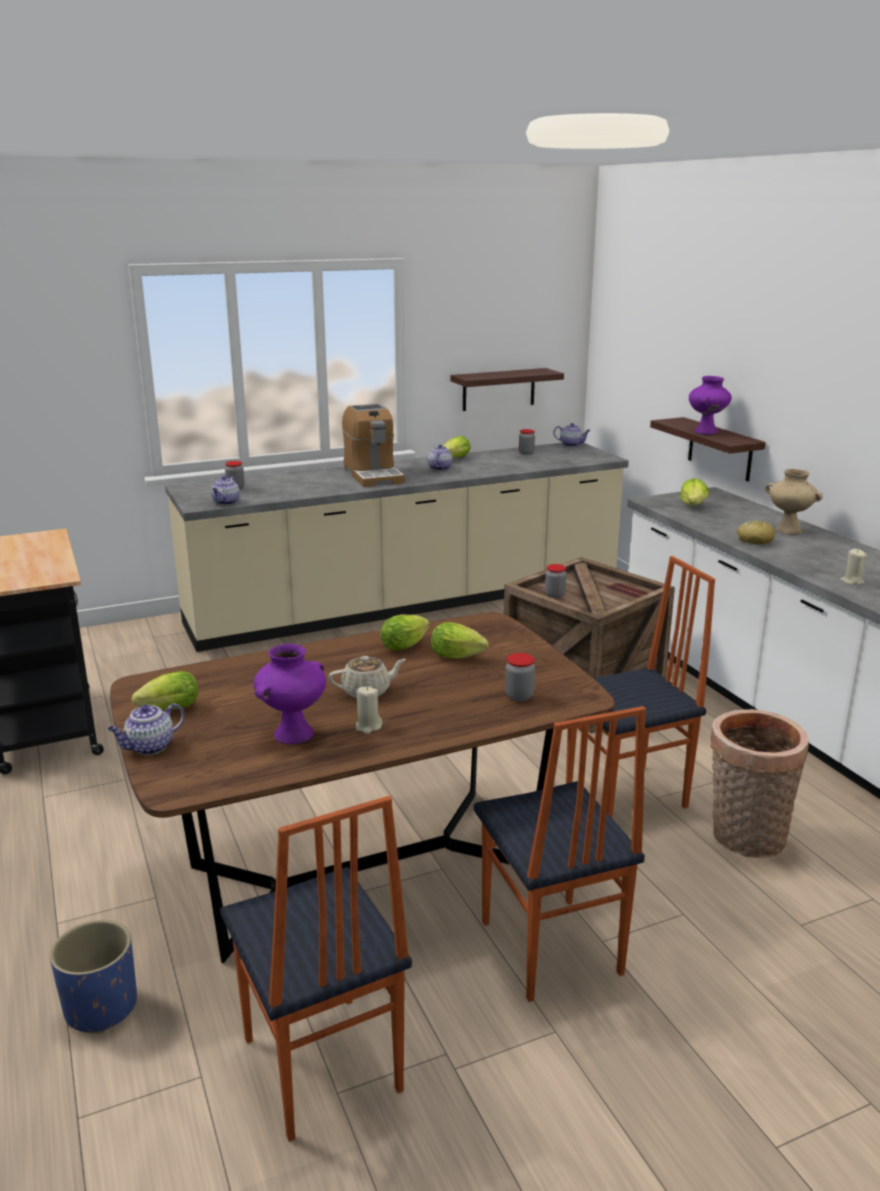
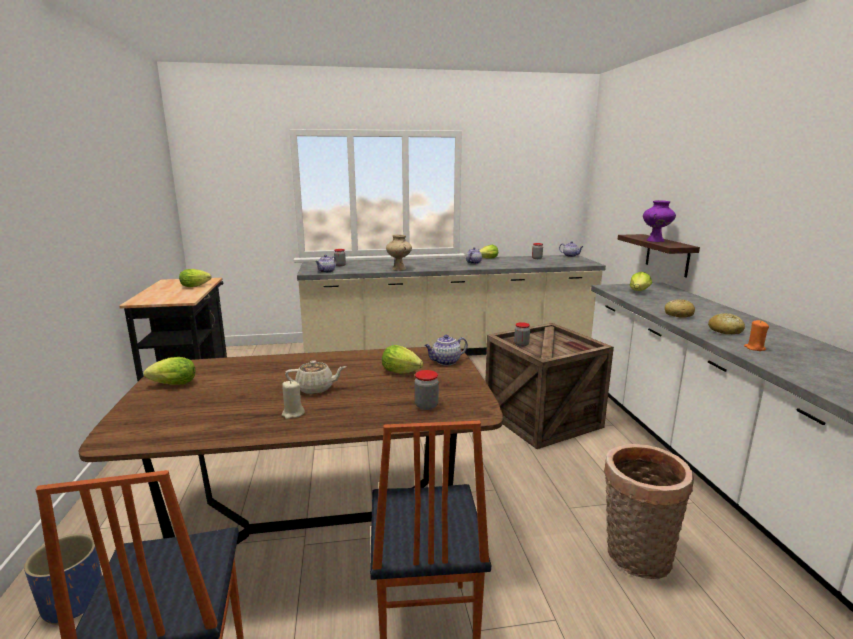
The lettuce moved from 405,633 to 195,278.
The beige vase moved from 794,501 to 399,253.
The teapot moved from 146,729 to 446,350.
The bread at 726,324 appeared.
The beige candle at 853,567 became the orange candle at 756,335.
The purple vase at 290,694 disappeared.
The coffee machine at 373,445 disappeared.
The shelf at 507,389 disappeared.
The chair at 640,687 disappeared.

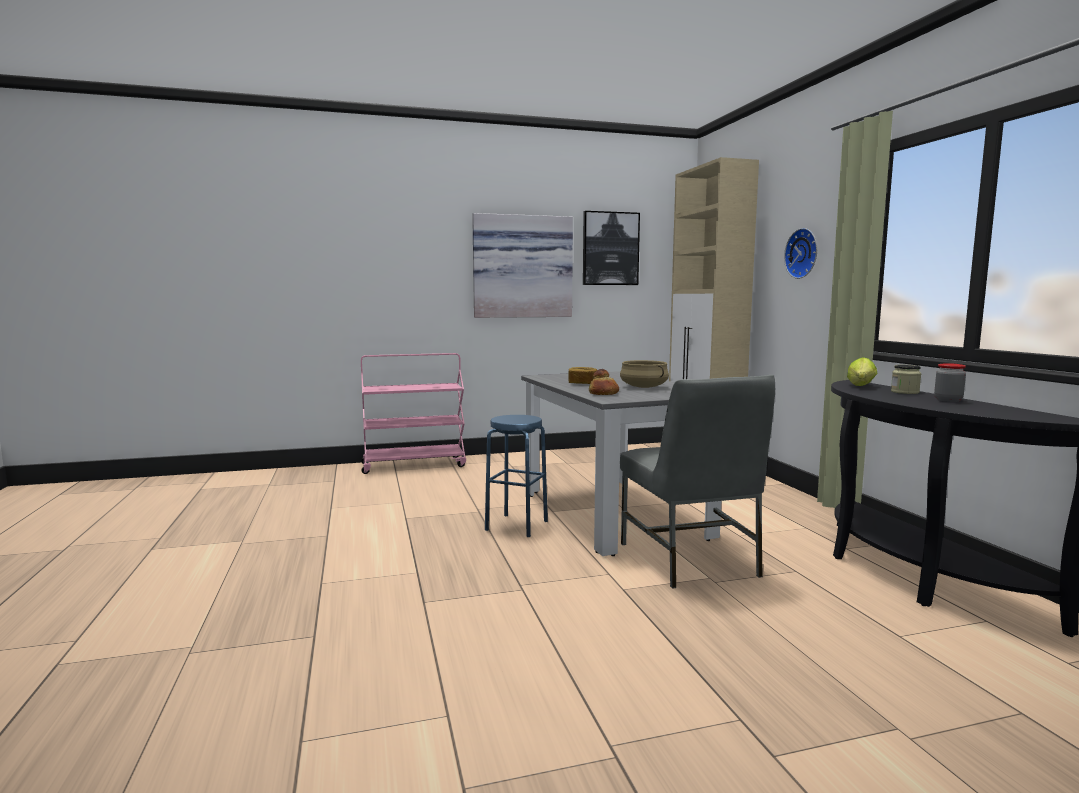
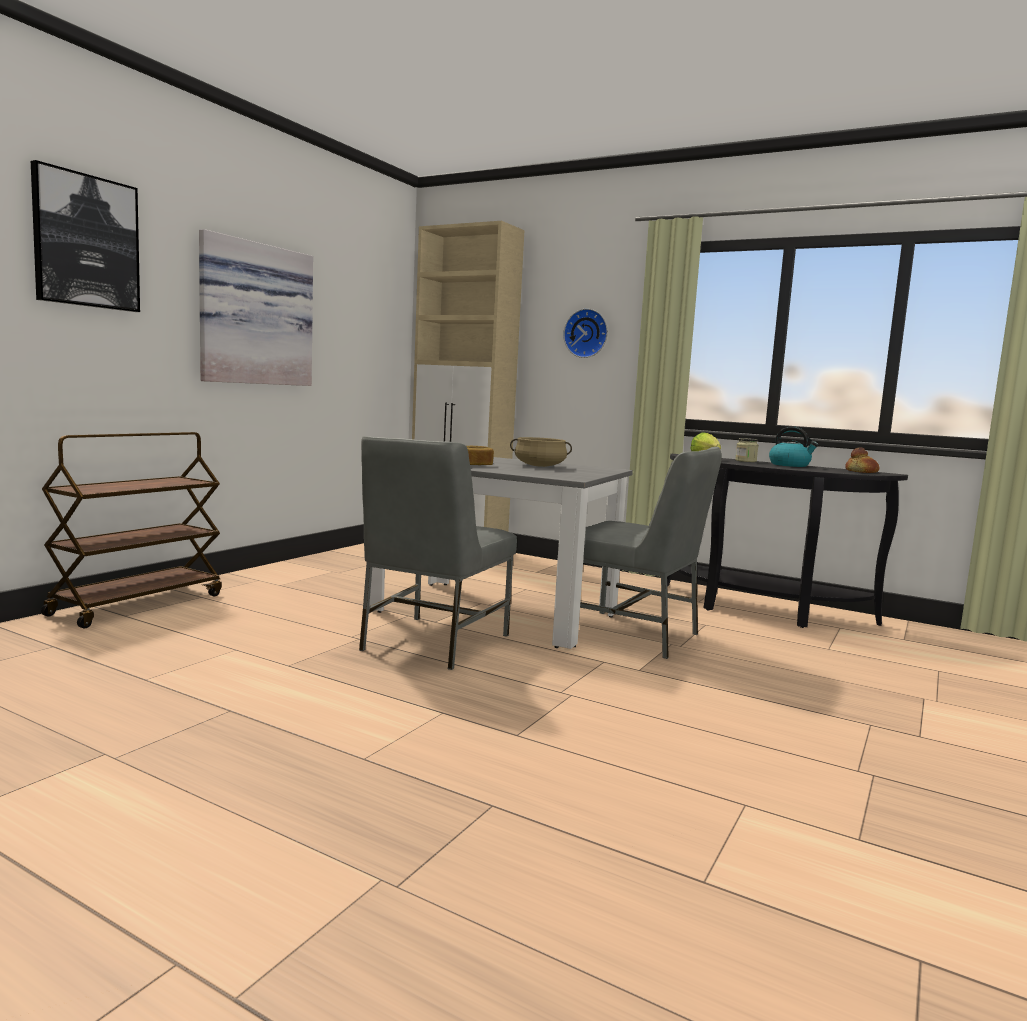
The picture moved from 611,248 to 85,236.
The pink cart at 413,413 became the brown cart at 131,530.
The blue stool at 516,476 was replaced by the grey chair at 438,553.
The jar at 950,382 was replaced by the kettle at 794,447.
The bread moved from 604,382 to 862,460.

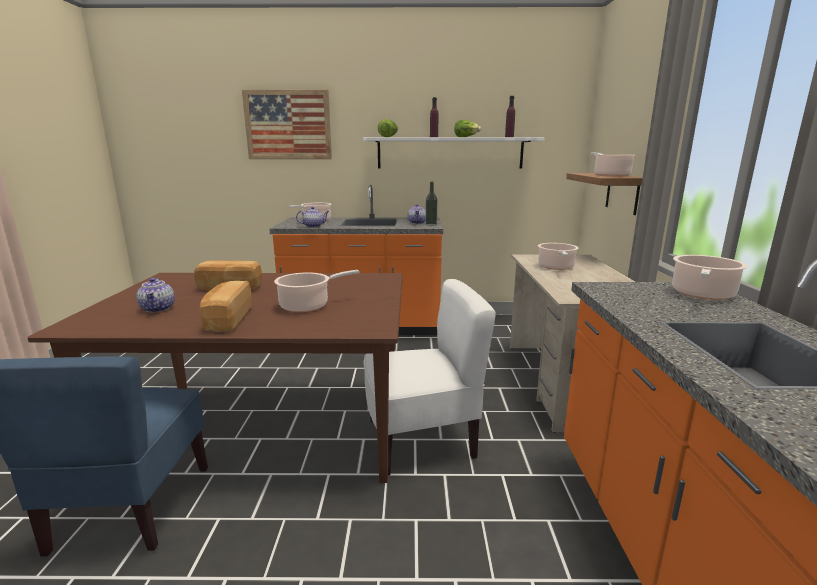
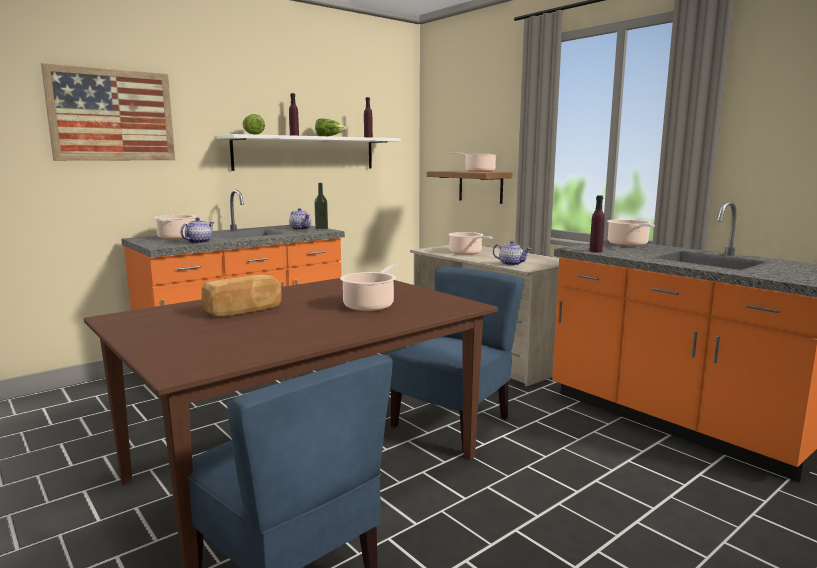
The white chair at 430,377 became the blue chair at 456,359.
The teapot moved from 155,295 to 512,253.
The purple bottle at 597,224 appeared.
The bread at 226,306 disappeared.

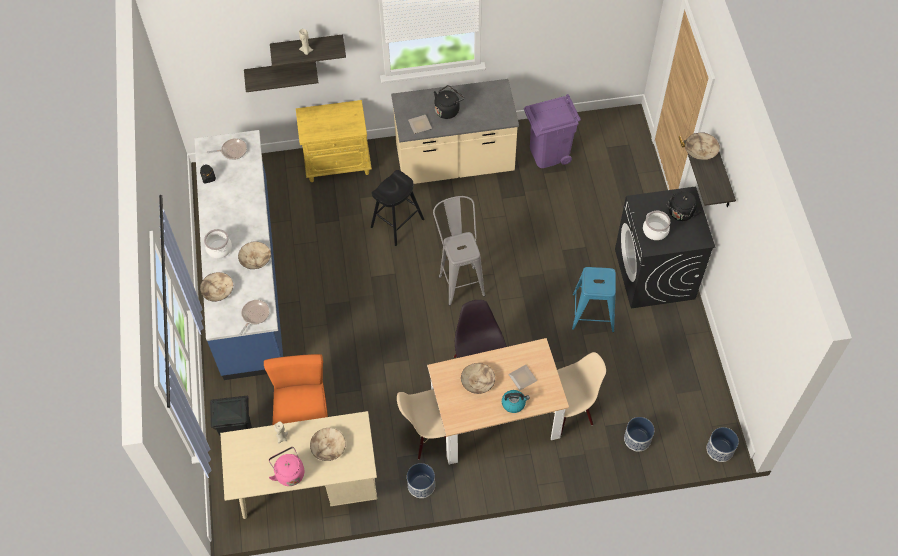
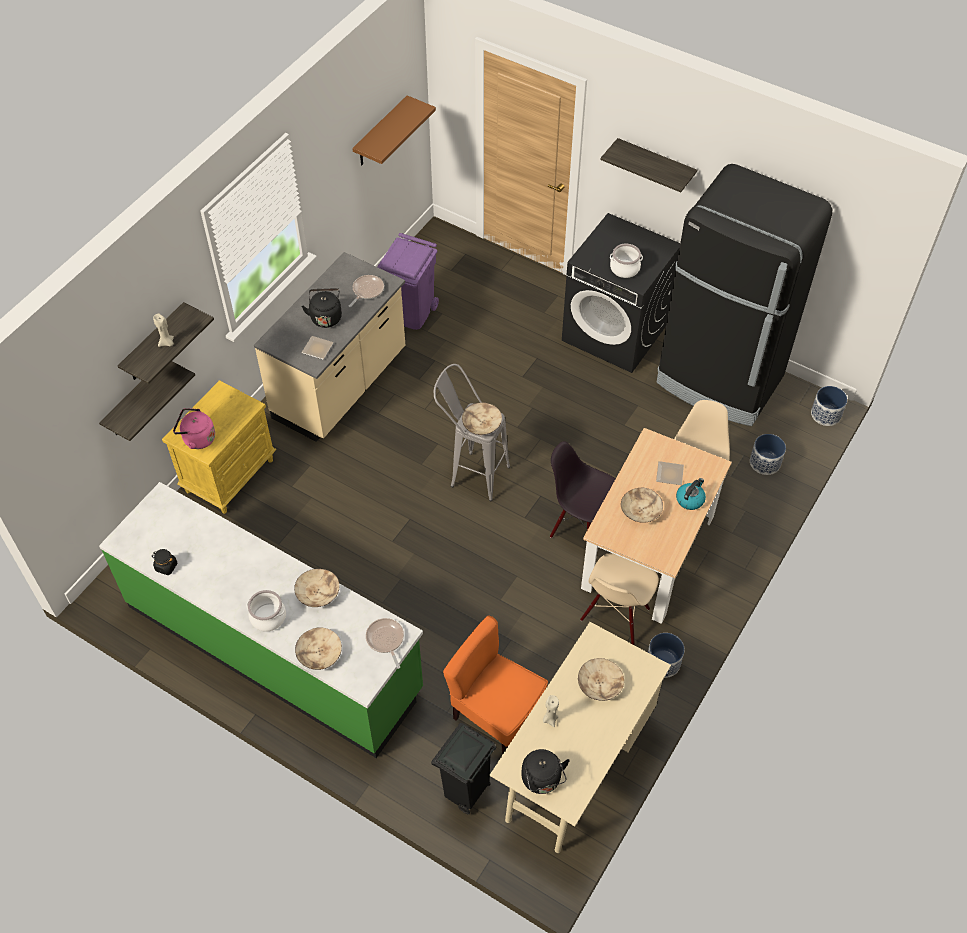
The blue counter at 239,255 became the green counter at 261,620.
The pink kettle moved from 287,466 to 194,428.
The frying pan moved from 227,149 to 366,291.
The brown shelf at 394,130 appeared.
The beige bowl moved from 702,146 to 482,419.
The black kettle moved from 684,206 to 545,771.
The black fridge at 744,295 appeared.
The black stool at 397,208 disappeared.
The blue stool at 594,299 disappeared.

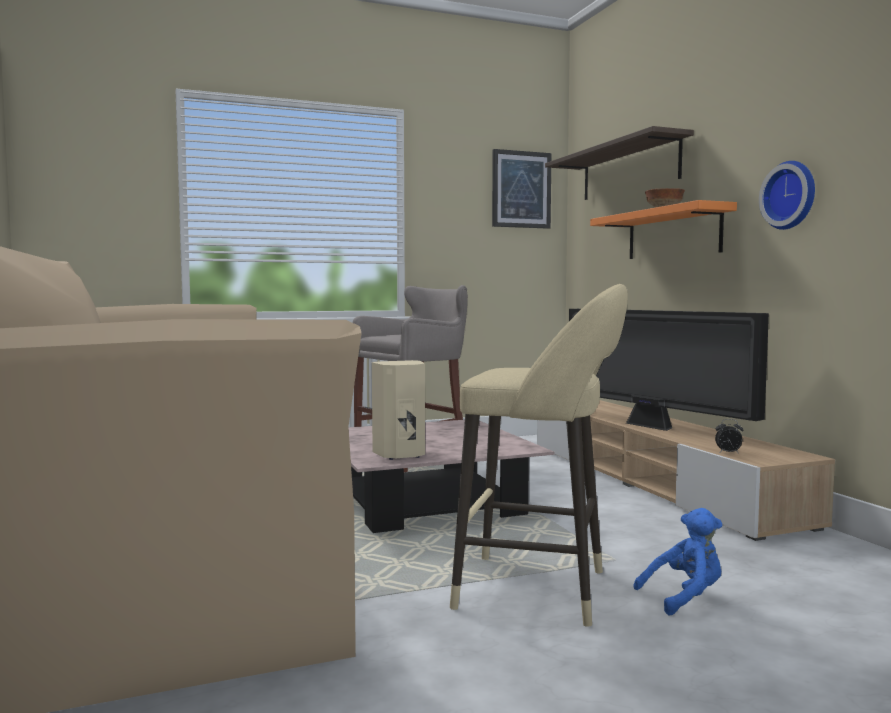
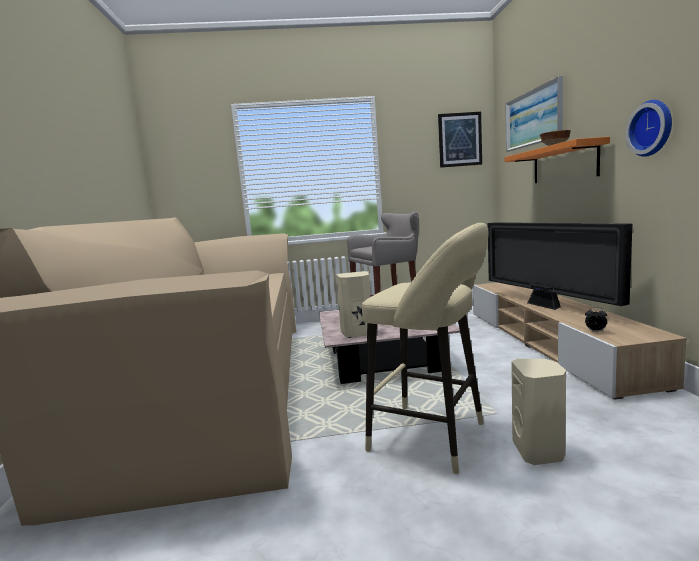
The shelf at 619,163 was replaced by the picture at 534,114.
The blue plush toy at 678,562 was replaced by the beige speaker at 538,412.

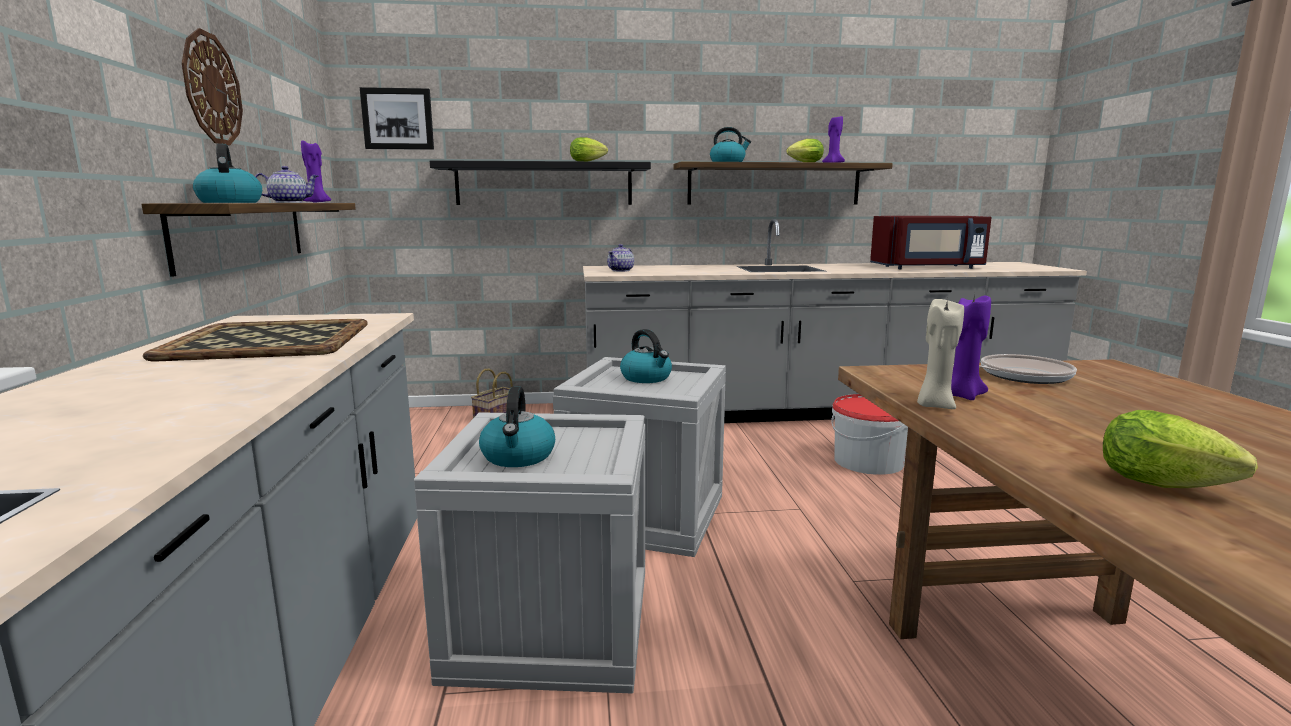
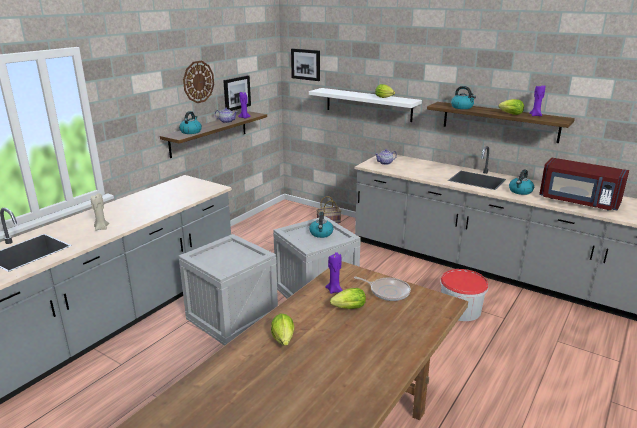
The beige candle moved from 940,353 to 100,212.
The picture at 237,93 appeared.
The black shelf at 540,182 became the white shelf at 365,105.
The lettuce at 348,298 appeared.
The kettle moved from 517,427 to 521,182.
The tray at 255,340 disappeared.

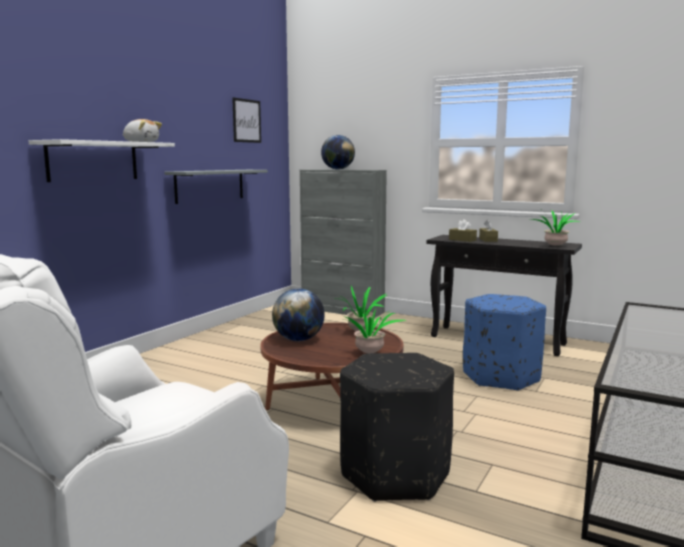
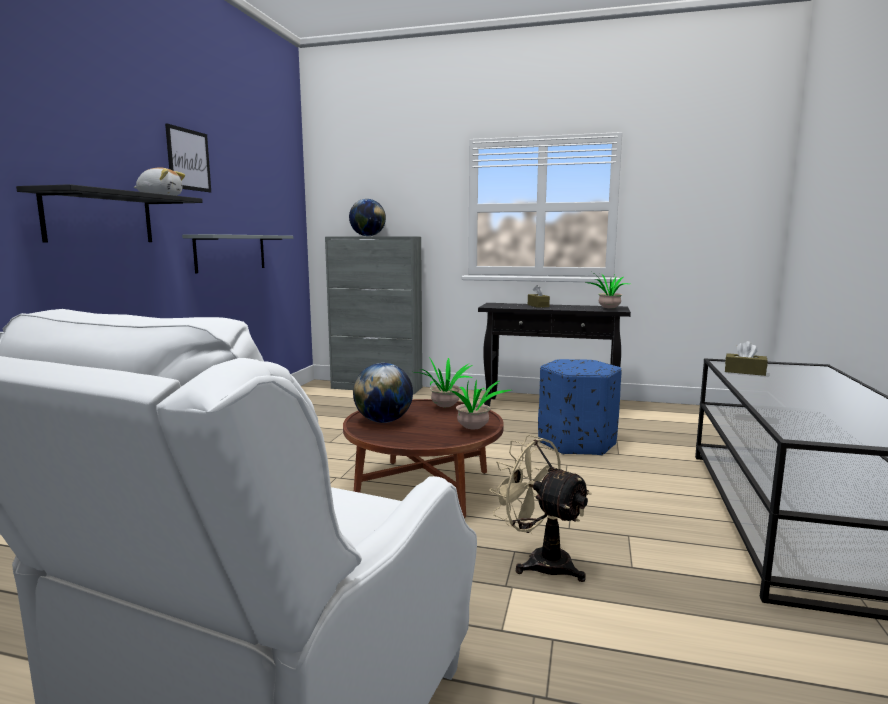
The white shelf at 102,160 became the black shelf at 109,213.
The picture moved from 246,120 to 188,157.
The black ottoman at 397,427 was replaced by the beige fan at 540,508.
The brown tissue box moved from 463,230 to 746,358.

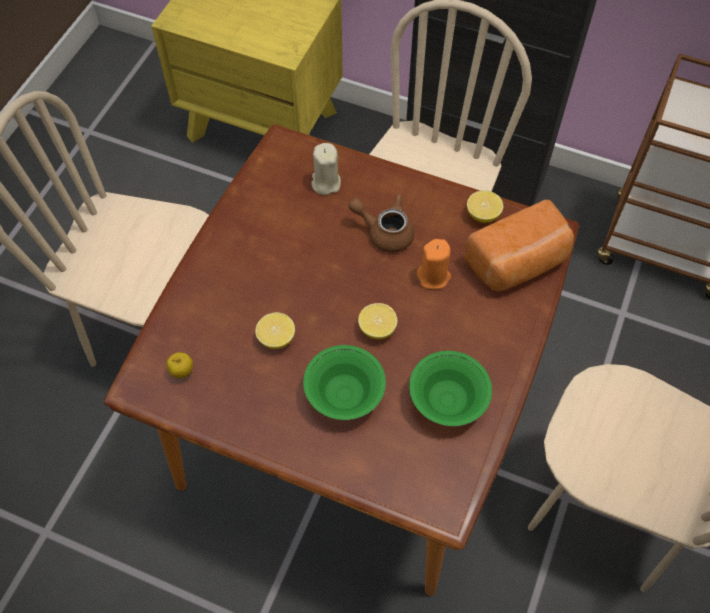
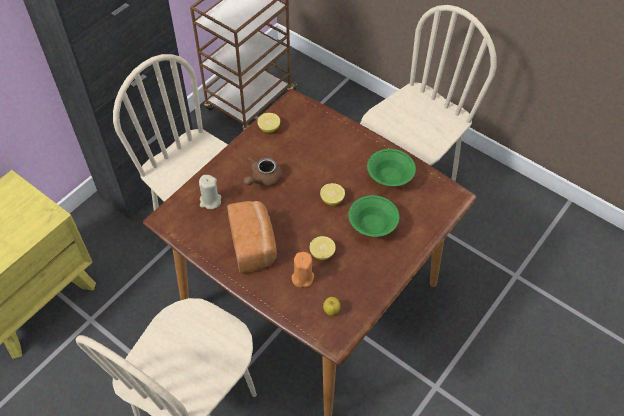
The bread moved from 519,246 to 252,237.
The orange candle moved from 434,264 to 303,269.

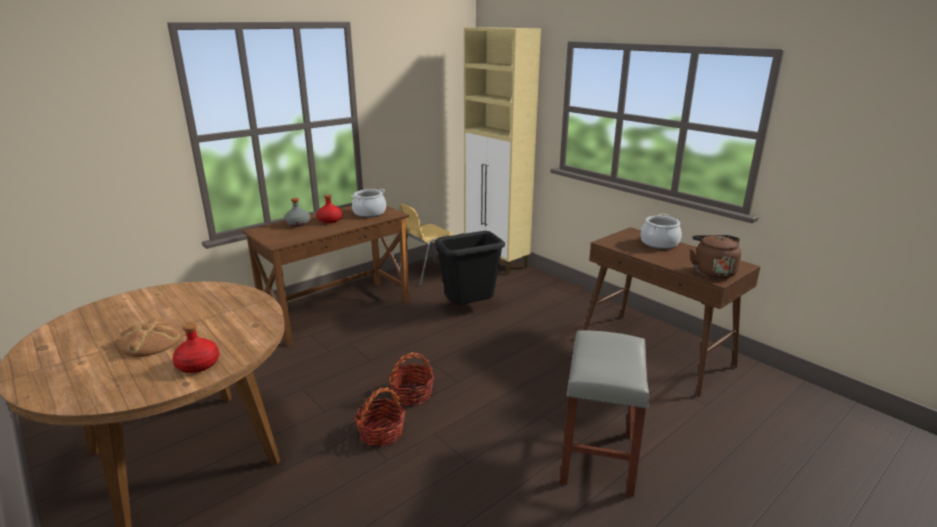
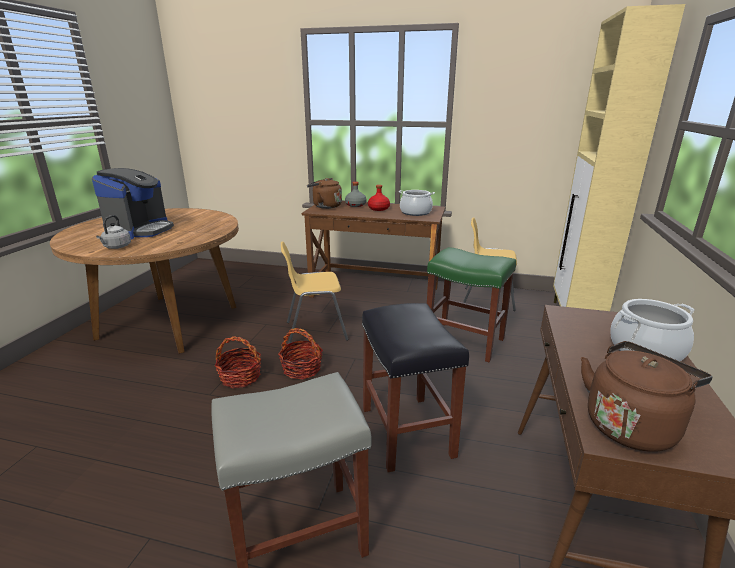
The bread at 150,338 was replaced by the coffee machine at 133,203.
The red bottle at 196,348 was replaced by the grey kettle at 113,232.
The yellow chair at 314,292 appeared.
The brown kettle at 324,193 appeared.
The black stool at 415,387 appeared.
The black trash can at 470,268 was replaced by the green stool at 471,304.

